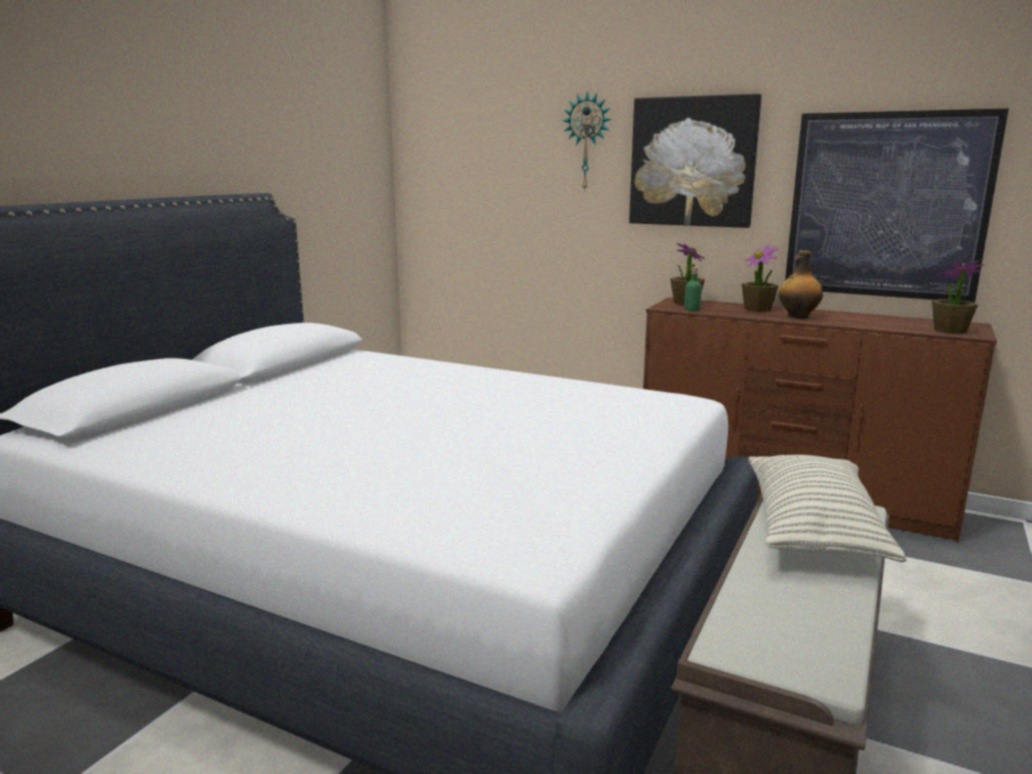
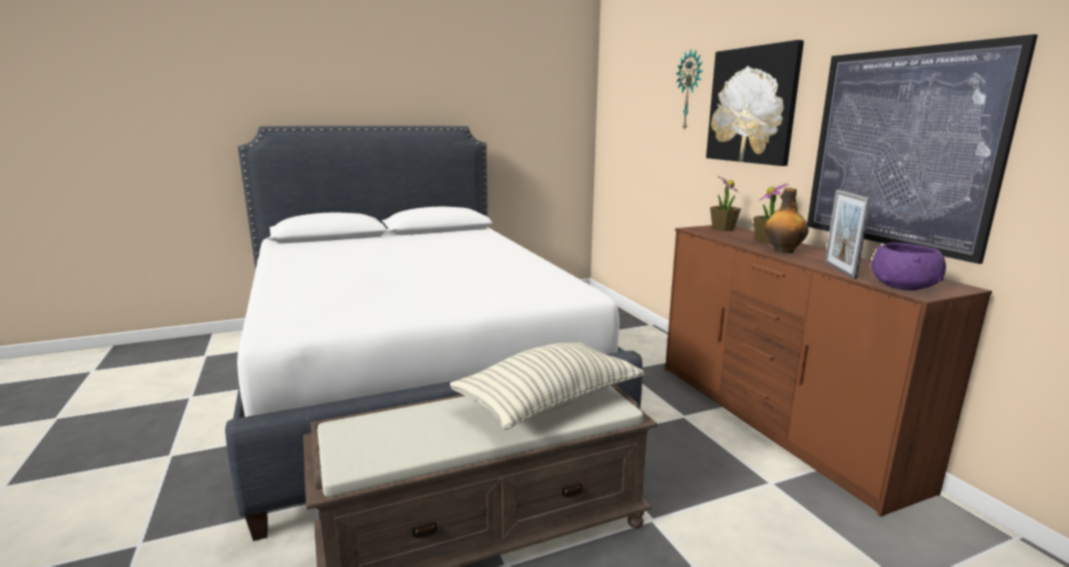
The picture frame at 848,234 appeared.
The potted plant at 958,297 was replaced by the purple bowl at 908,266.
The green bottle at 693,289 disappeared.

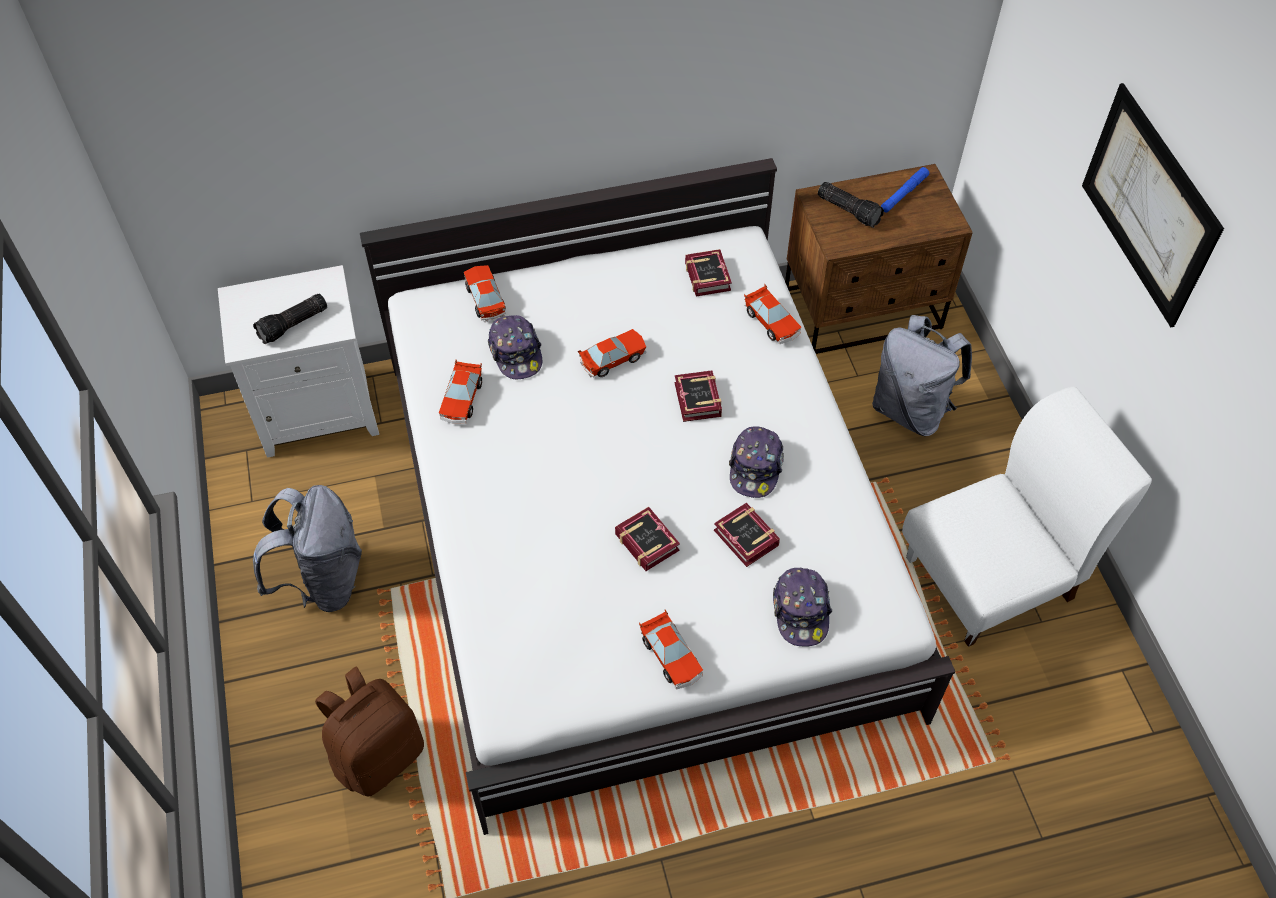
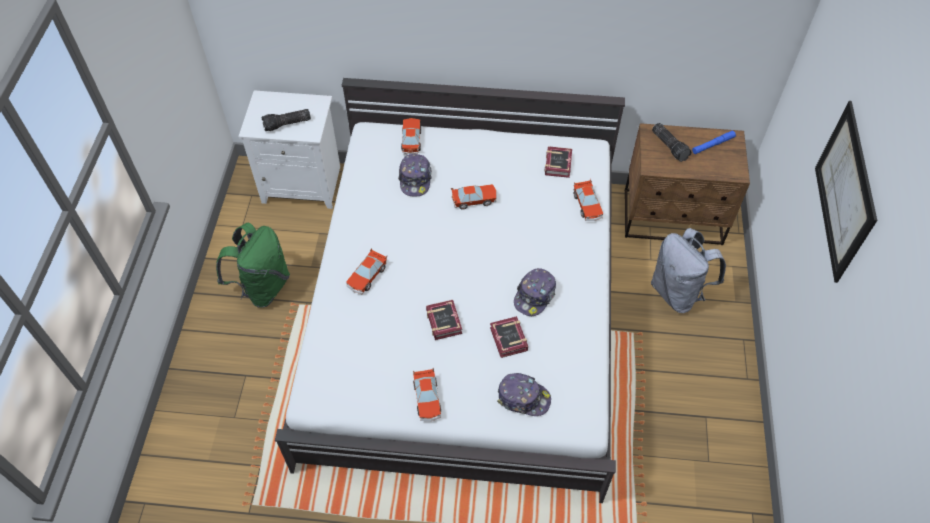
The grey backpack at 307,548 became the green backpack at 253,265.
The toy car moved from 460,392 to 366,271.
The cap at 802,607 turned 90 degrees counterclockwise.
The brown backpack at 369,732 disappeared.
The book at 698,396 disappeared.
The white chair at 1027,516 disappeared.

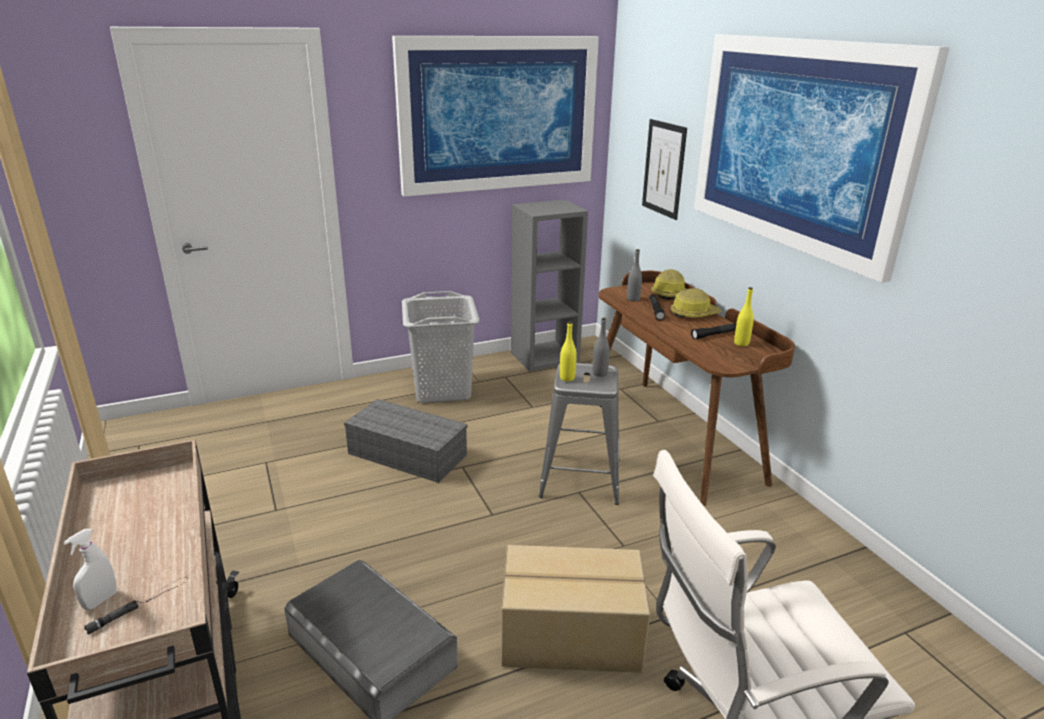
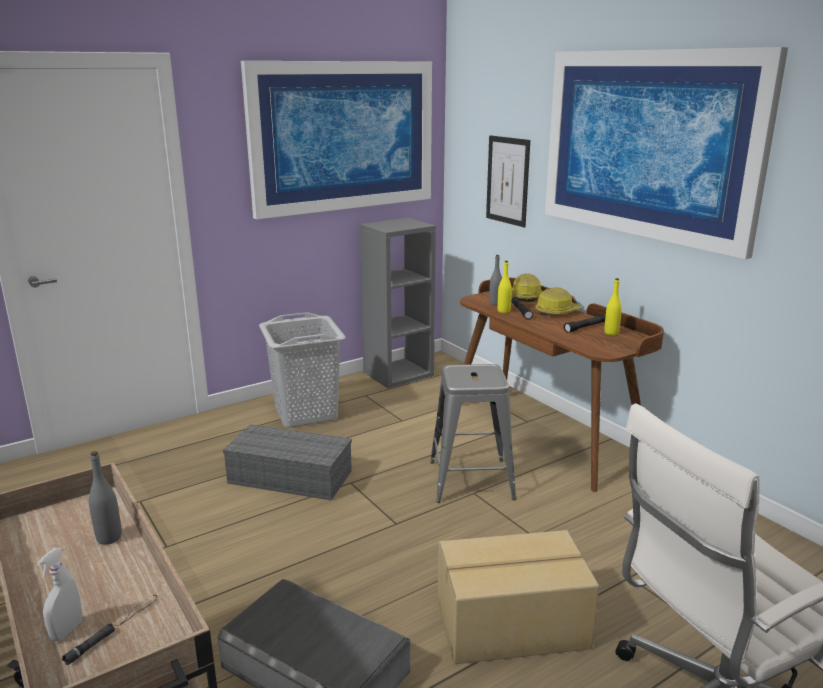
The grey bottle moved from 601,347 to 105,498.
The yellow bottle moved from 568,351 to 505,287.

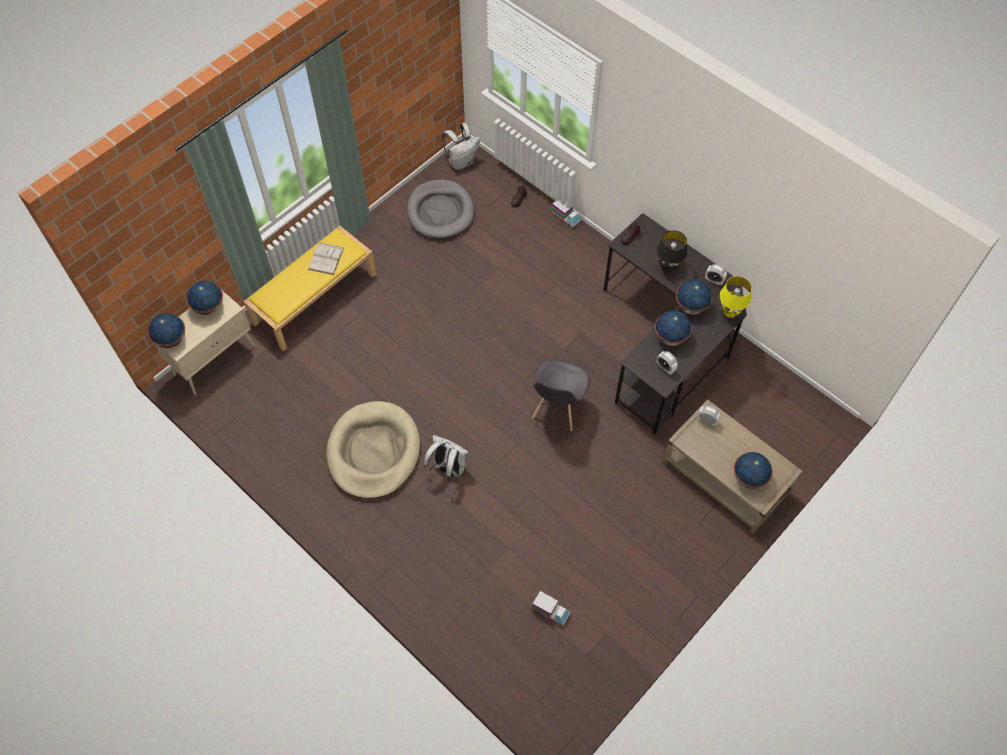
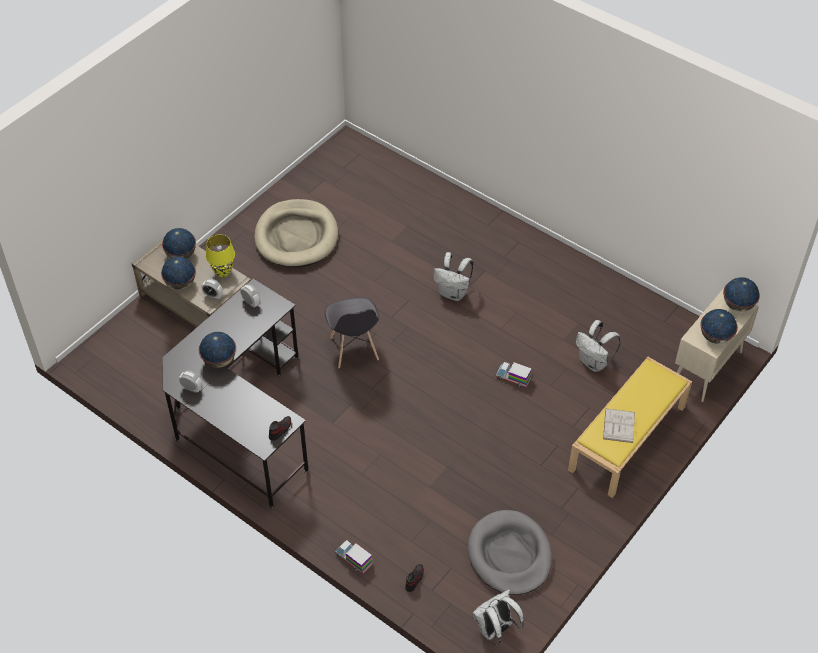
The globe moved from 673,328 to 178,272.
The yellow table lamp moved from 736,297 to 220,255.
The beige dog bed moved from 373,450 to 296,233.
The grey chair at 561,395 turned 150 degrees clockwise.
The toy truck moved from 551,608 to 513,375.
The white backpack at 598,346 appeared.
The black table lamp at 672,251 disappeared.

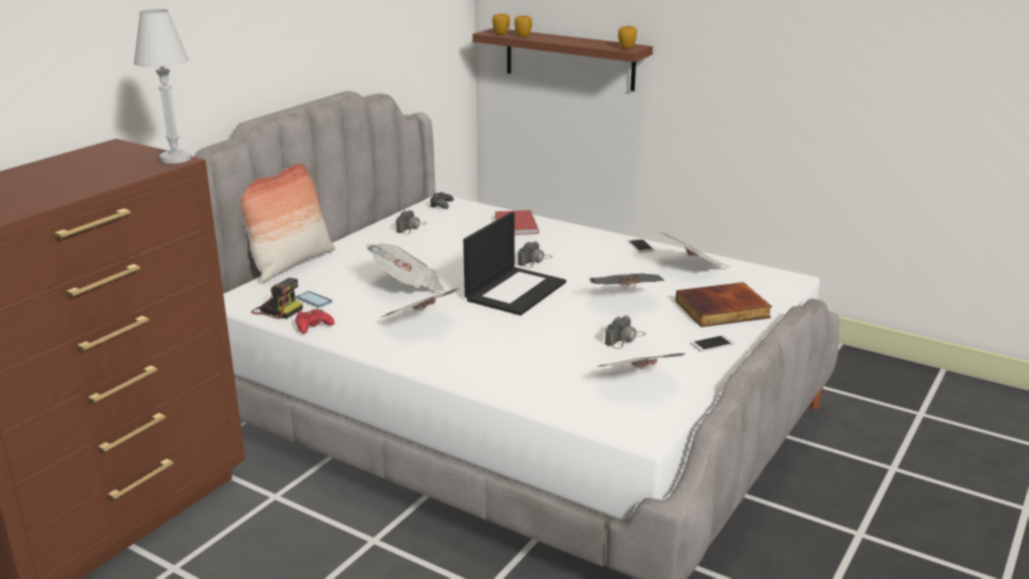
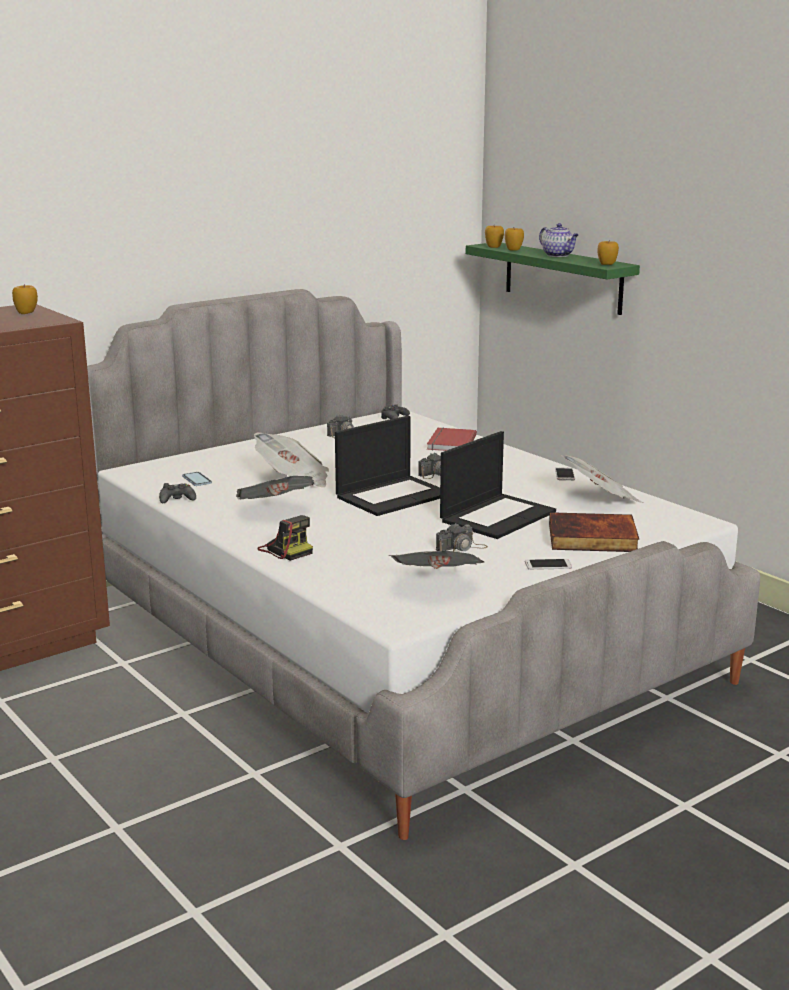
The apple at 25,299 appeared.
The red game controller at 315,321 became the black game controller at 177,493.
The photo camera moved from 277,298 to 285,538.
The newspaper at 627,280 was replaced by the laptop at 498,485.
The brown shelf at 562,59 became the green shelf at 553,279.
The teapot at 559,240 appeared.
The white table lamp at 162,86 disappeared.
The pillow at 288,224 disappeared.

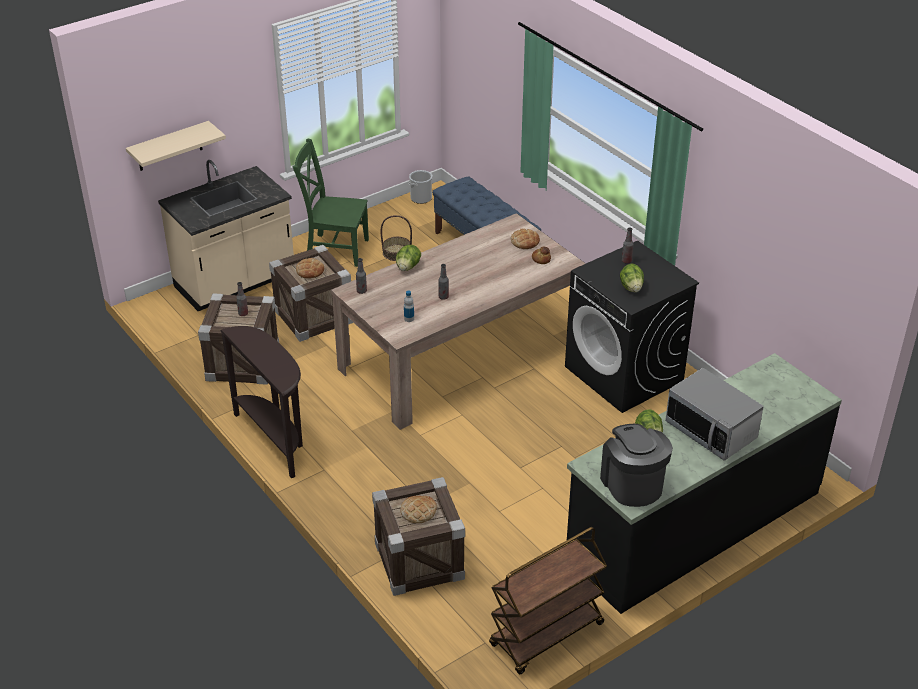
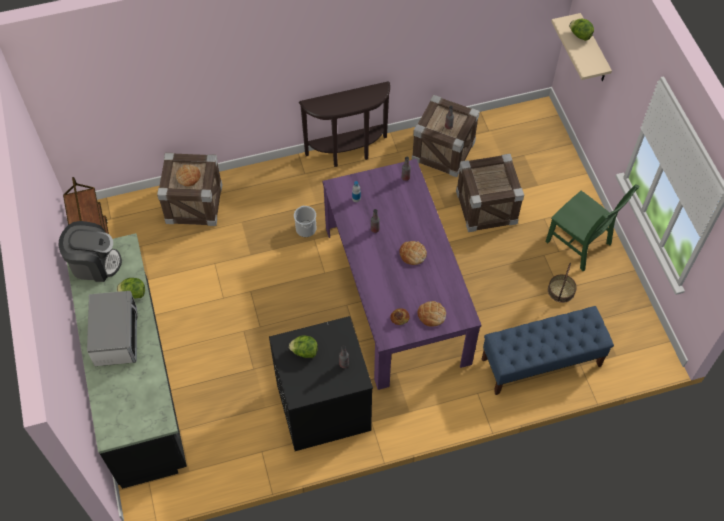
The microwave at 714,414 turned 105 degrees clockwise.
The bucket moved from 421,187 to 305,221.
The beige dining table at 458,321 became the purple dining table at 402,274.
The bread moved from 310,268 to 413,253.
The green chair at 331,202 turned 105 degrees clockwise.
The lettuce moved from 408,258 to 581,30.
The beige counter at 226,235 disappeared.

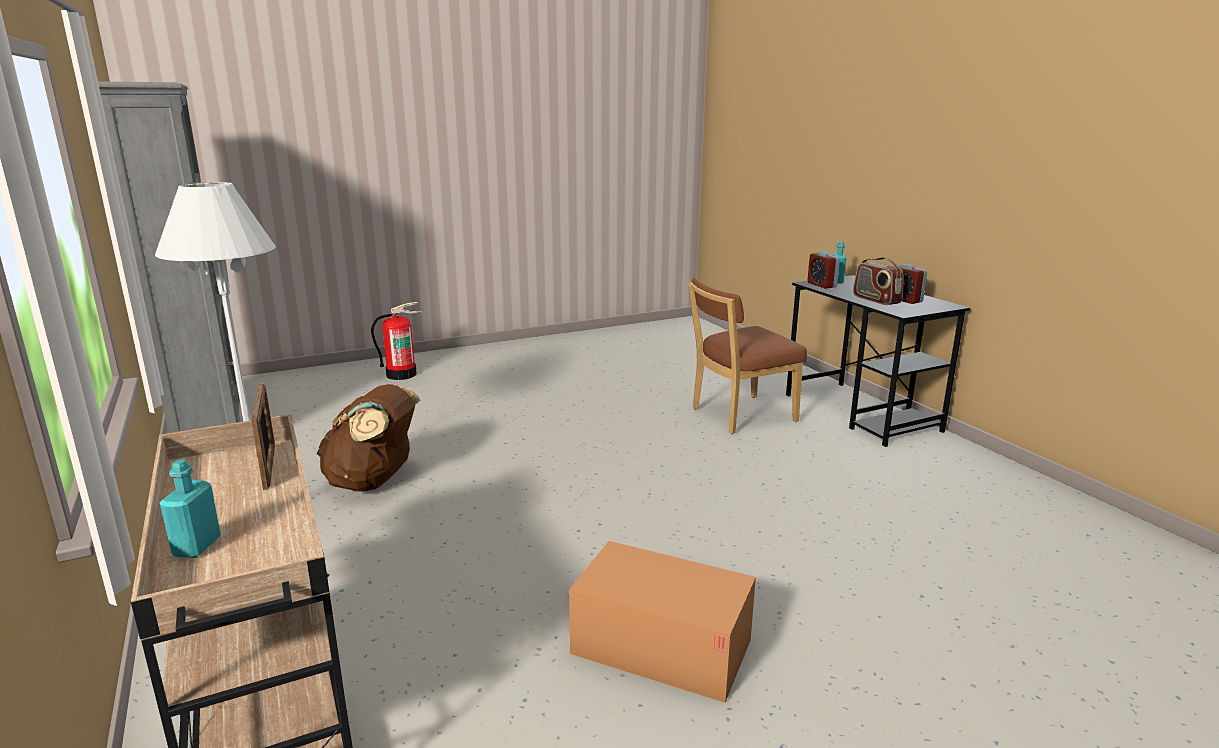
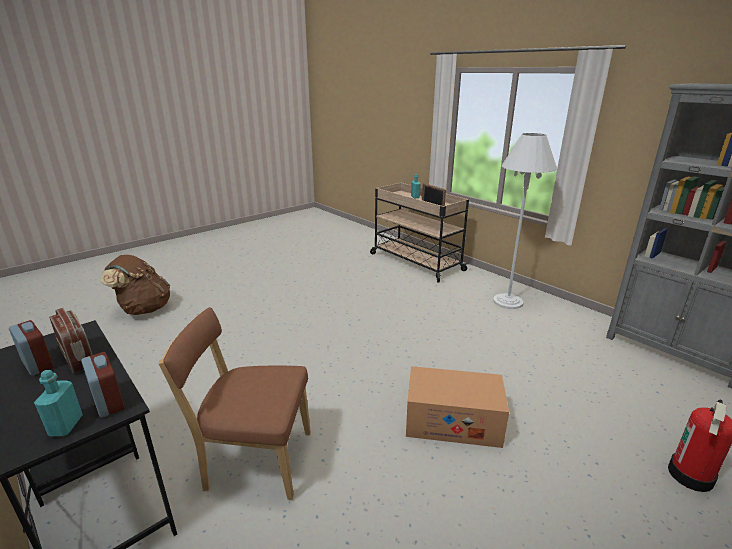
The brown backpack moved from 368,438 to 135,285.
The brown chair at 747,356 turned 135 degrees counterclockwise.
The cardboard box moved from 662,622 to 457,407.

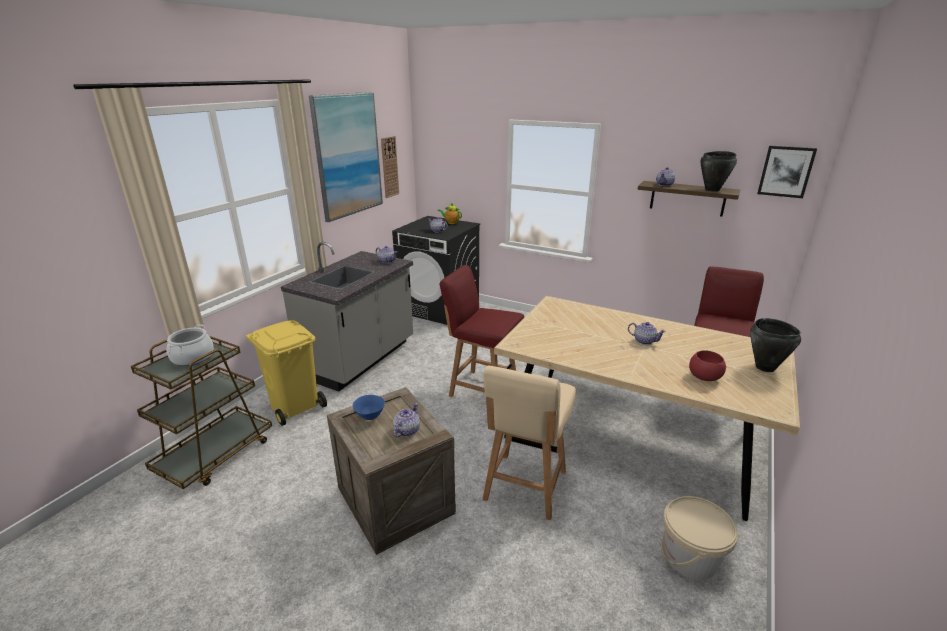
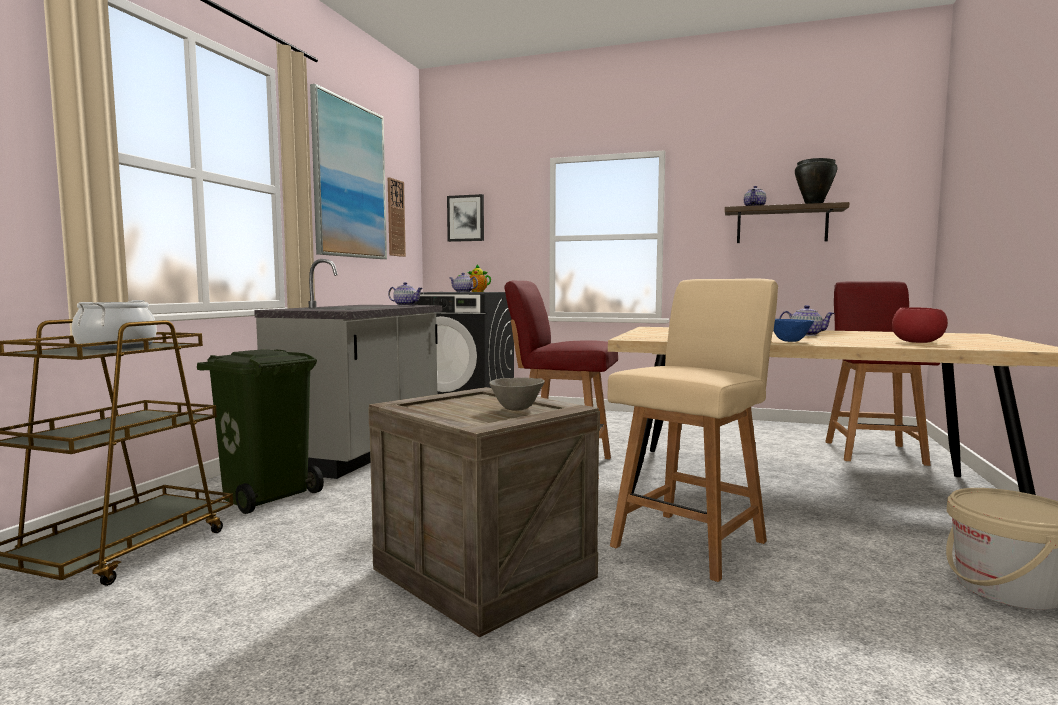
The yellow trash can at 286,373 became the green trash can at 260,431.
The picture moved from 787,171 to 465,218.
The teapot at 406,420 was replaced by the grey bowl at 517,394.
The beige chair at 529,442 turned 150 degrees counterclockwise.
The blue bowl moved from 369,407 to 794,330.
The black cooking pot at 775,345 disappeared.

